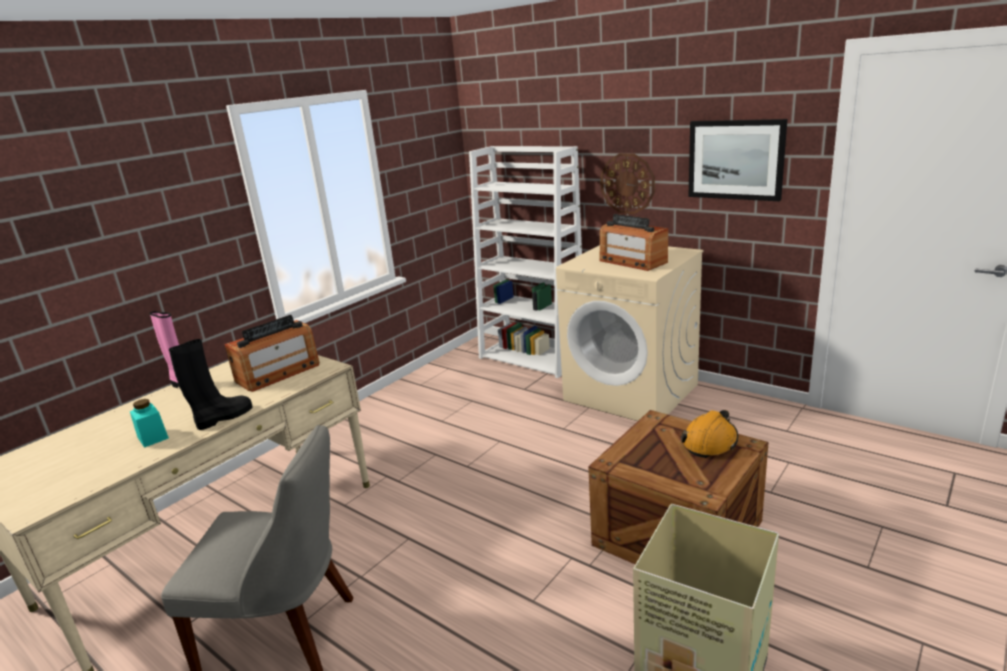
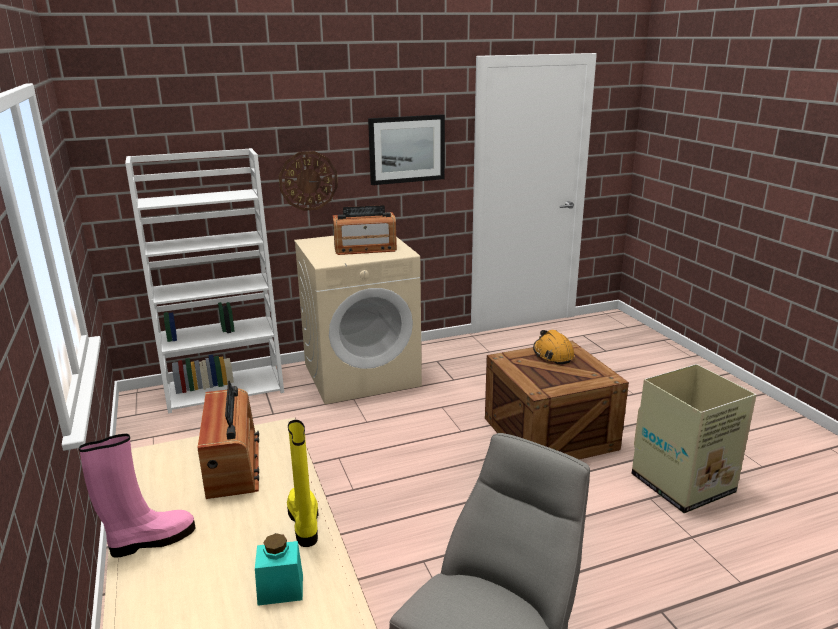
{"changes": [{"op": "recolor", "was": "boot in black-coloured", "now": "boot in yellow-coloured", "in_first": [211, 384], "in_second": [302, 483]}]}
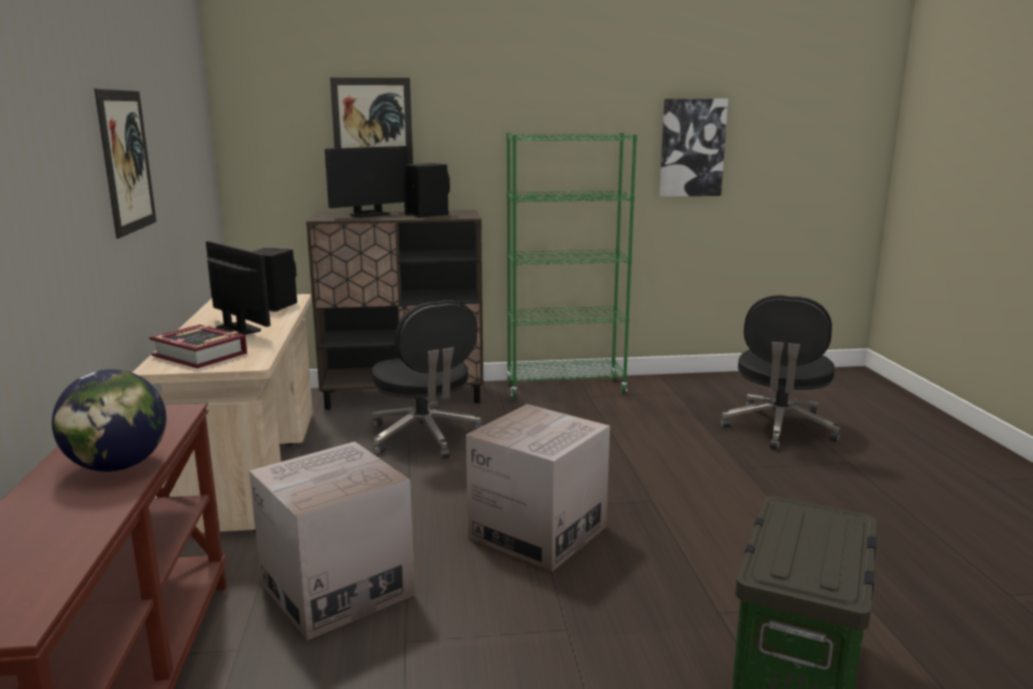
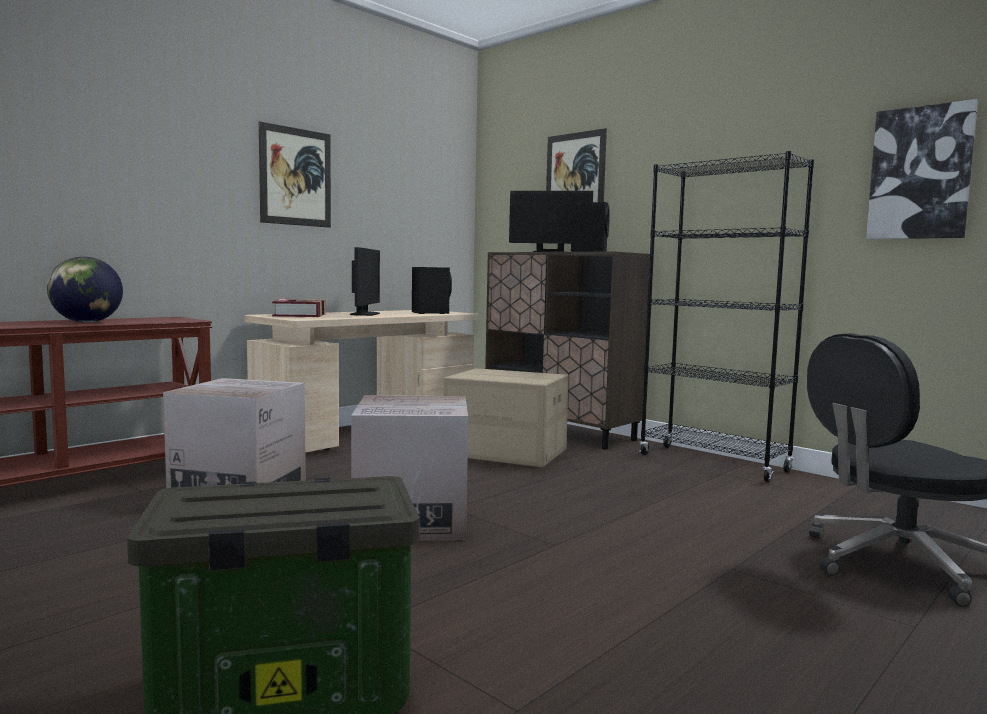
{"changes": [{"op": "replace", "was": "computer chair in black-coloured", "now": "packing box", "in_first": [427, 379], "in_second": [506, 417]}, {"op": "recolor", "was": "bookshelf in greenish", "now": "bookshelf in black-coloured", "in_first": [571, 265], "in_second": [726, 316]}]}
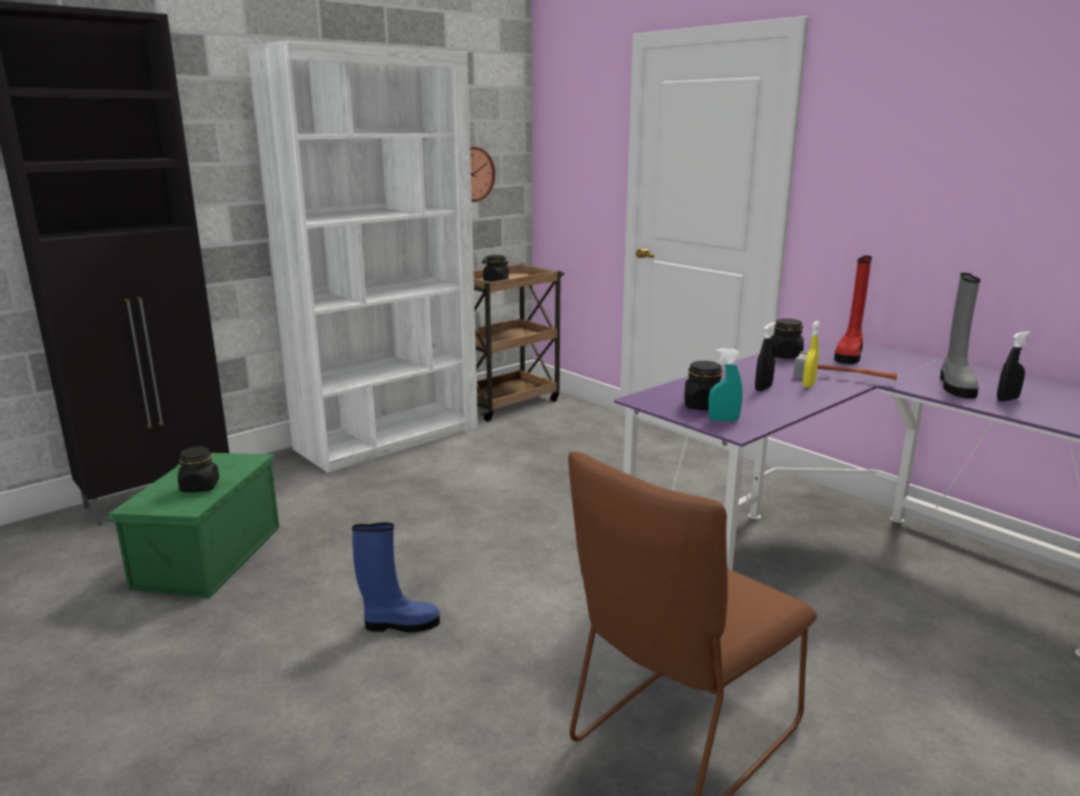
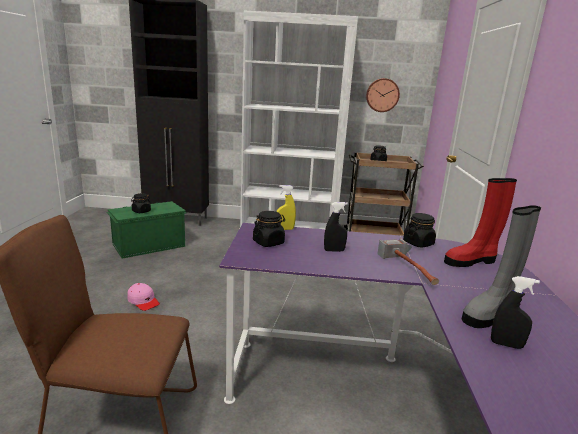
{"changes": [{"op": "delete", "was": "sprayer in turquoise-coloured", "in_first": [725, 384]}, {"op": "move", "was": "sprayer in yellow-coloured", "in_first": [811, 354], "in_second": [286, 207]}, {"op": "replace", "was": "boot in blue", "now": "baseball cap in pink-coloured", "in_first": [396, 577], "in_second": [143, 297]}]}
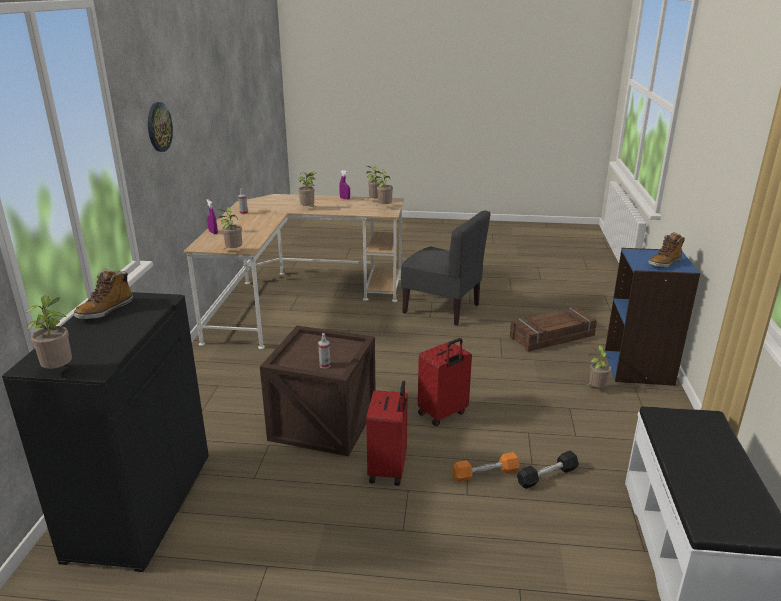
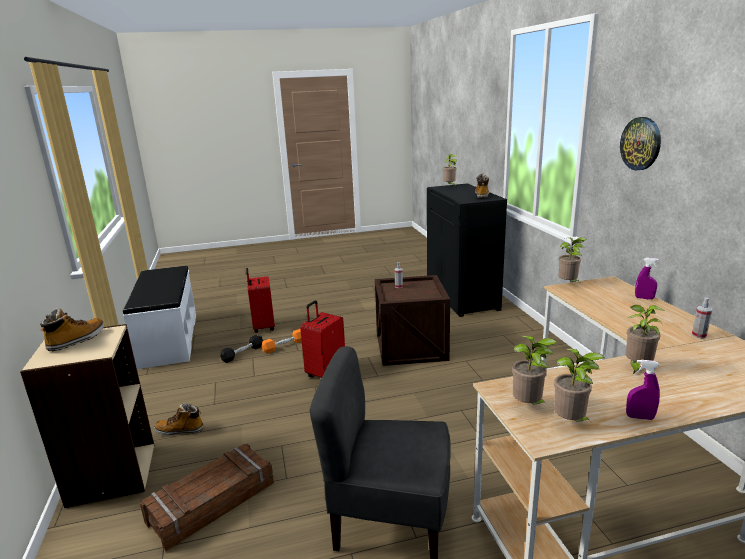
{"changes": [{"op": "move", "was": "suitcase in red-coloured", "in_first": [387, 433], "in_second": [260, 300]}, {"op": "replace", "was": "plant in a pot", "now": "boot", "in_first": [598, 366], "in_second": [179, 419]}, {"op": "recolor", "was": "bookshelf in blue", "now": "bookshelf in beige", "in_first": [652, 317], "in_second": [87, 416]}]}
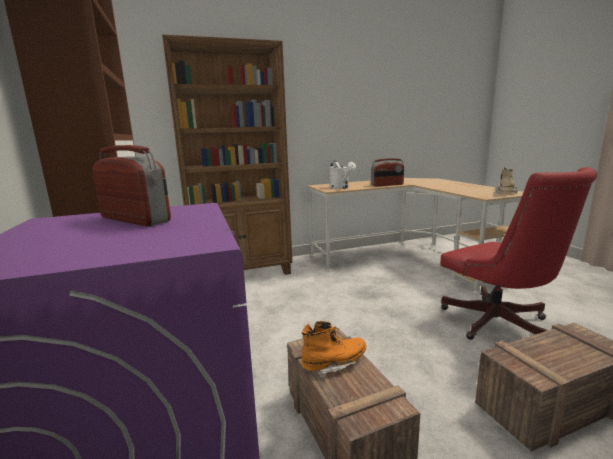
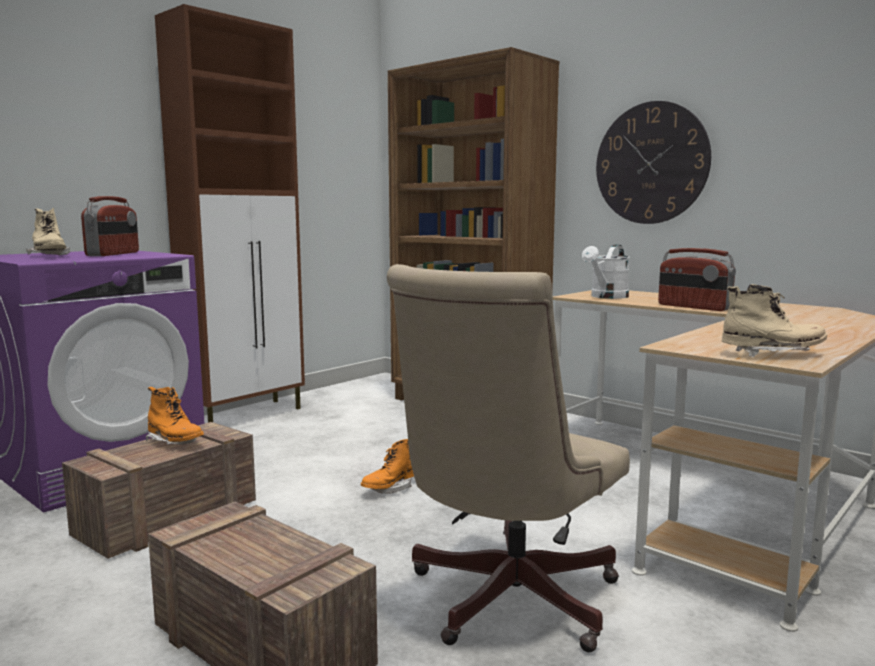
{"changes": [{"op": "insert", "now": "boot in beige", "in_second": [48, 231]}, {"op": "insert", "now": "boot in orange", "in_second": [387, 466]}, {"op": "insert", "now": "clock on the wall", "in_second": [653, 162]}, {"op": "recolor", "was": "computer chair in red-coloured", "now": "computer chair in beige", "in_first": [519, 253], "in_second": [508, 458]}]}
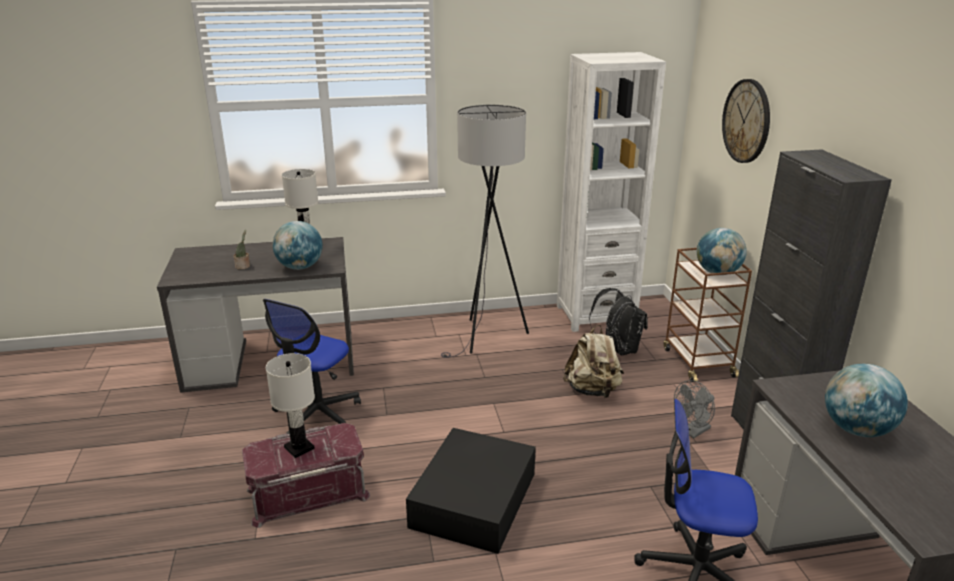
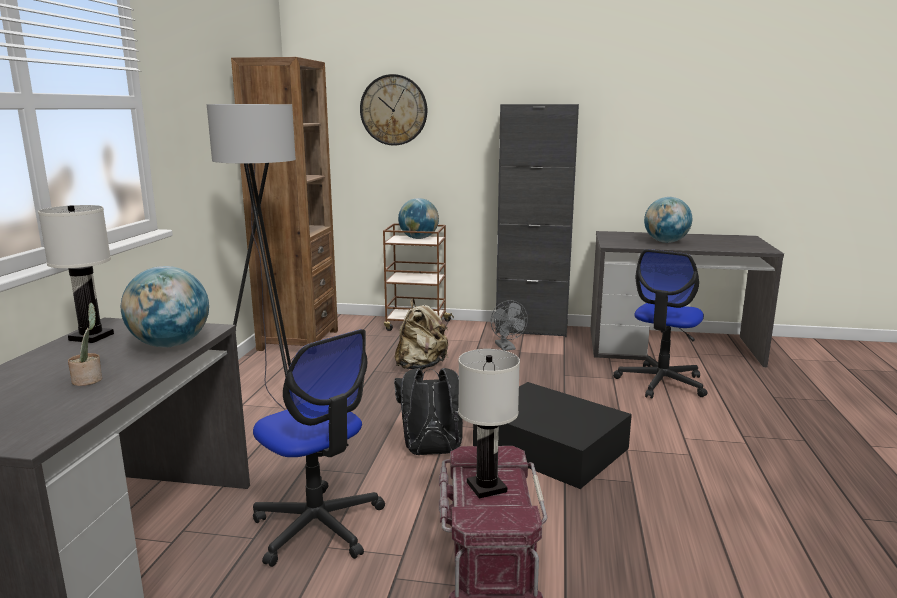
{"changes": [{"op": "move", "was": "backpack in black-coloured", "in_first": [618, 321], "in_second": [428, 411]}, {"op": "recolor", "was": "bookshelf in white-coloured", "now": "bookshelf in brown", "in_first": [611, 192], "in_second": [284, 204]}]}
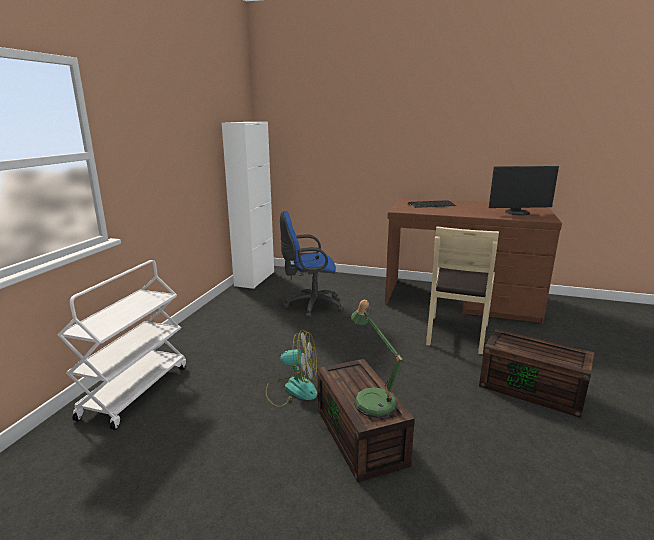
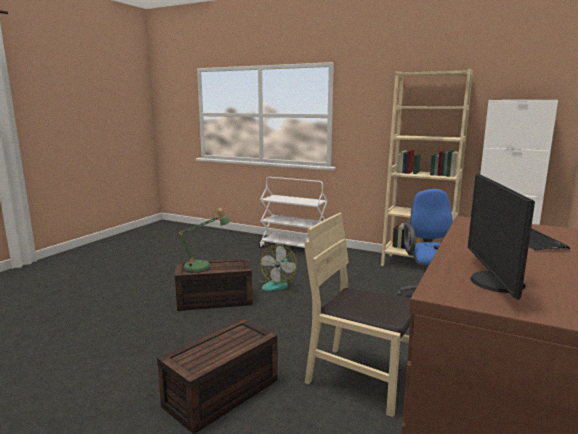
{"changes": [{"op": "insert", "now": "bookshelf in beige", "in_second": [427, 167]}]}
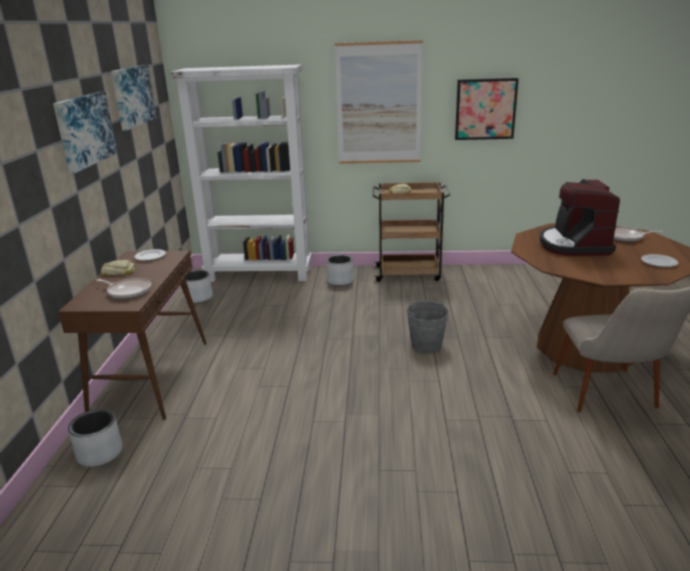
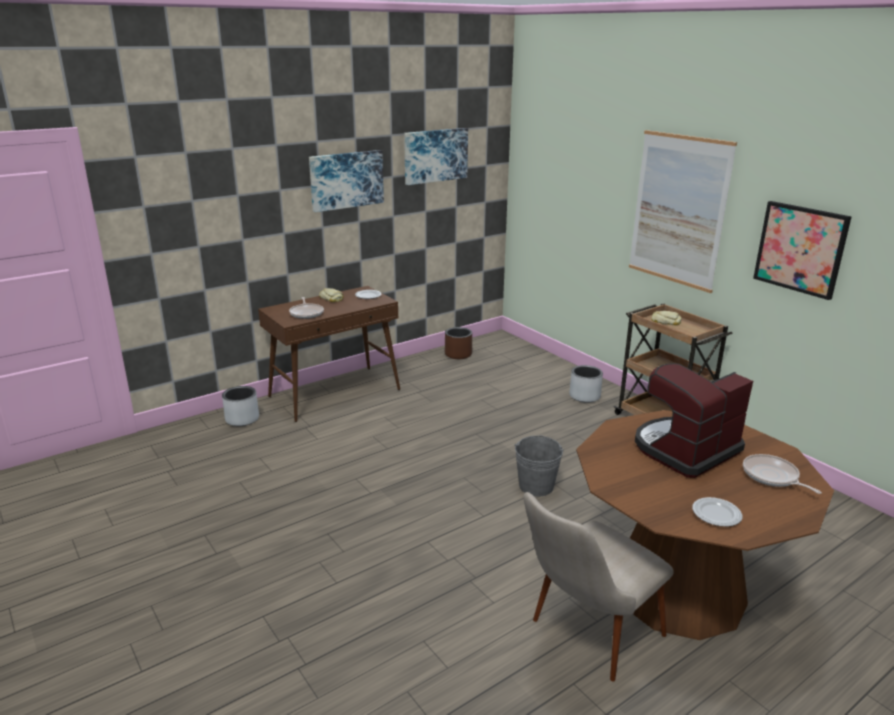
{"changes": [{"op": "delete", "was": "bookshelf in white-coloured", "in_first": [241, 173]}, {"op": "recolor", "was": "flower pot in gray", "now": "flower pot in brown", "in_first": [198, 286], "in_second": [458, 343]}]}
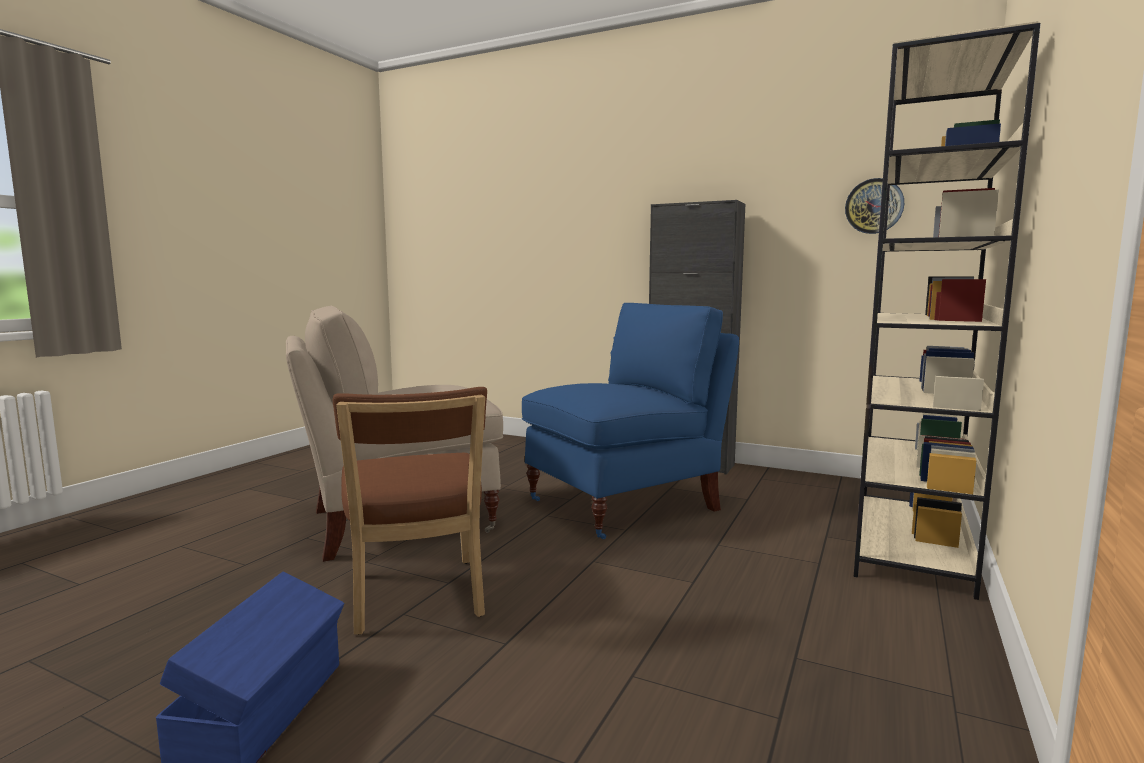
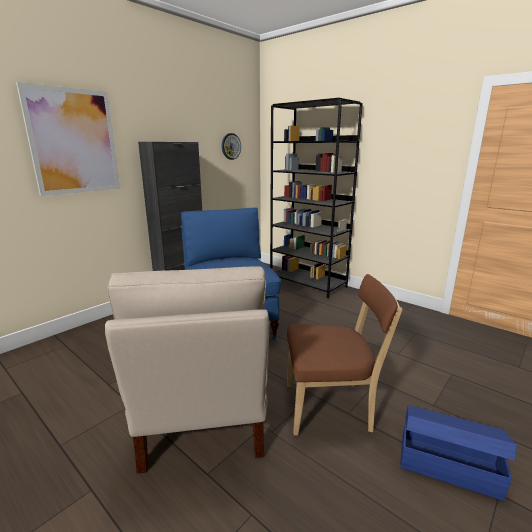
{"changes": [{"op": "insert", "now": "wall picture", "in_second": [68, 139]}, {"op": "recolor", "was": "bookshelf in beige", "now": "bookshelf in black-coloured", "in_first": [947, 310], "in_second": [316, 198]}]}
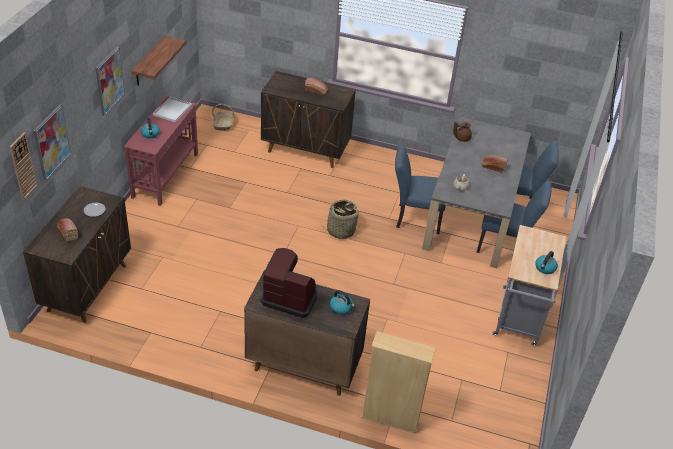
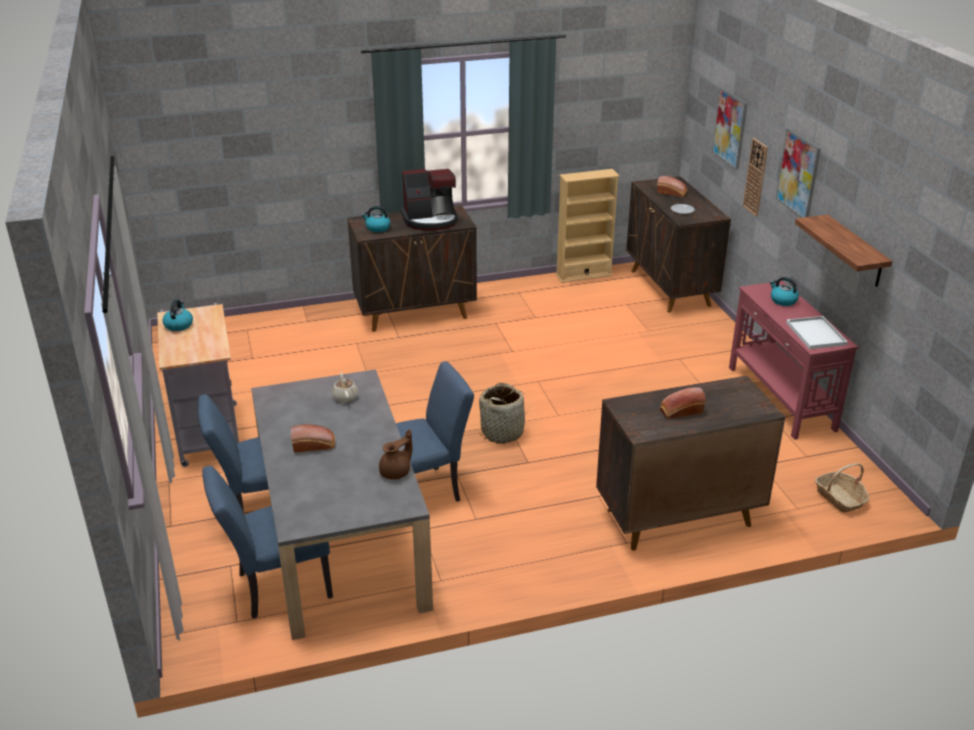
{"changes": [{"op": "move", "was": "clock on the wall", "in_first": [24, 166], "in_second": [755, 177]}, {"op": "move", "was": "bookshelf in beige", "in_first": [398, 382], "in_second": [588, 226]}]}
